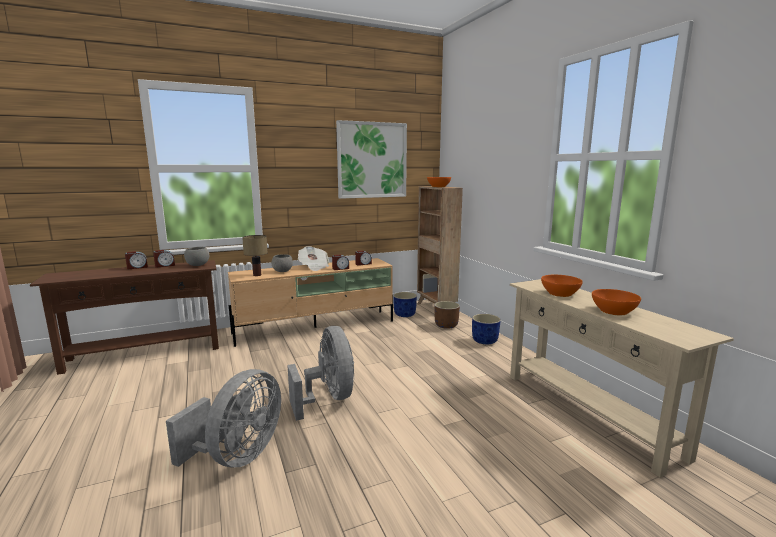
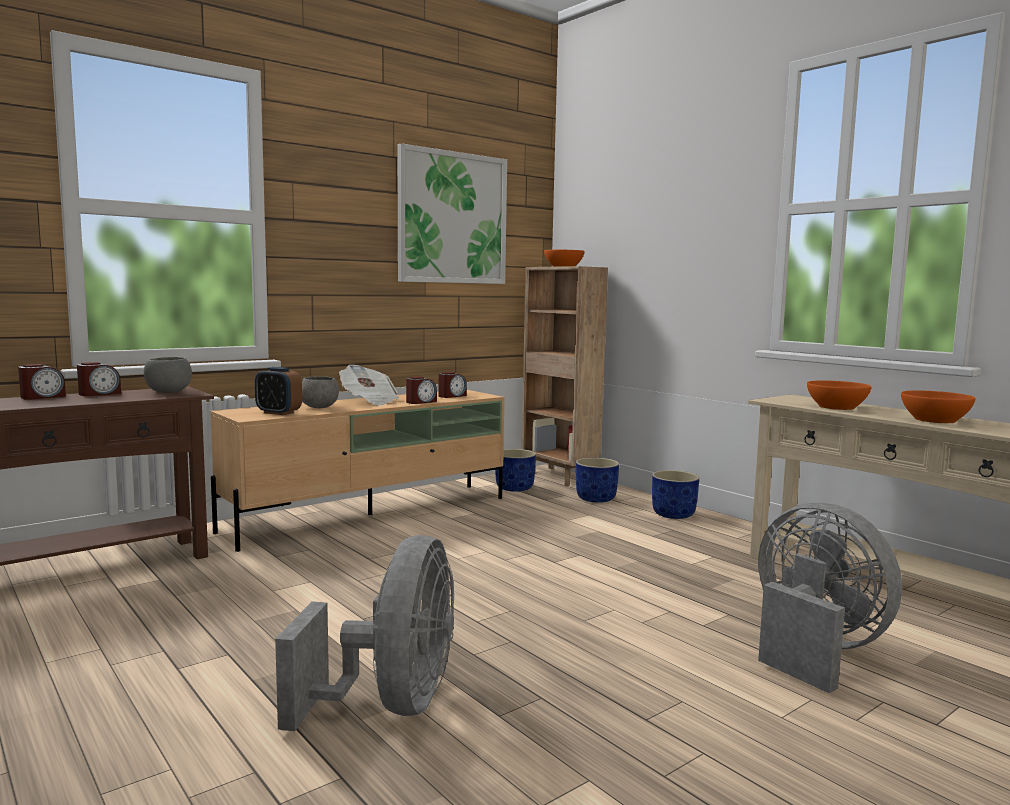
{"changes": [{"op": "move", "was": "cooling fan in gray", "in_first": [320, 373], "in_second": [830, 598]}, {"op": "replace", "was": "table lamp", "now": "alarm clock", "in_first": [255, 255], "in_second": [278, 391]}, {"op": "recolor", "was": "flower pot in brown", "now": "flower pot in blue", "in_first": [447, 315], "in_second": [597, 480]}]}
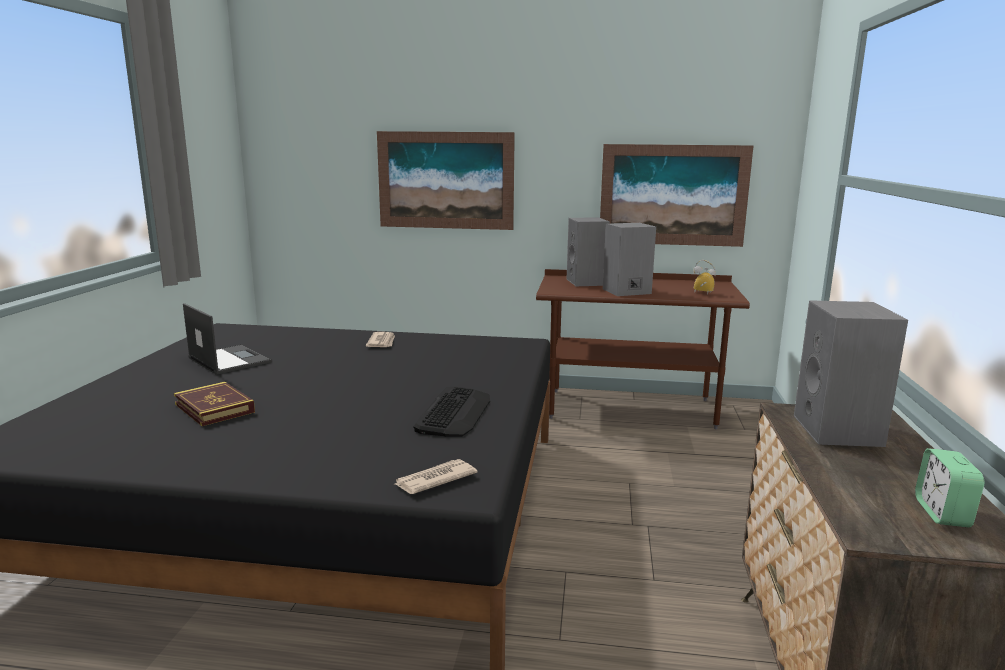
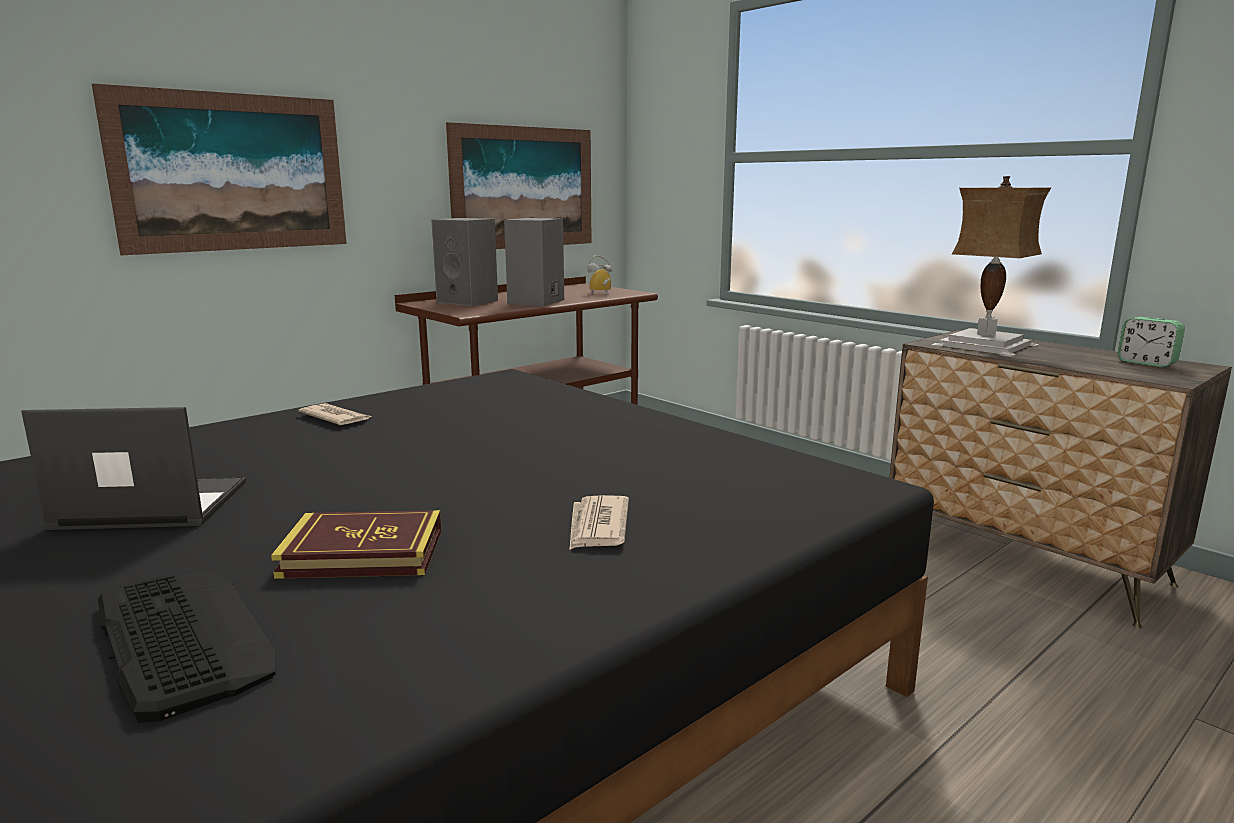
{"changes": [{"op": "move", "was": "printed paper", "in_first": [436, 476], "in_second": [599, 522]}, {"op": "move", "was": "PC keyboard", "in_first": [451, 412], "in_second": [187, 647]}, {"op": "replace", "was": "audio speaker in gray", "now": "table lamp", "in_first": [851, 373], "in_second": [991, 266]}]}
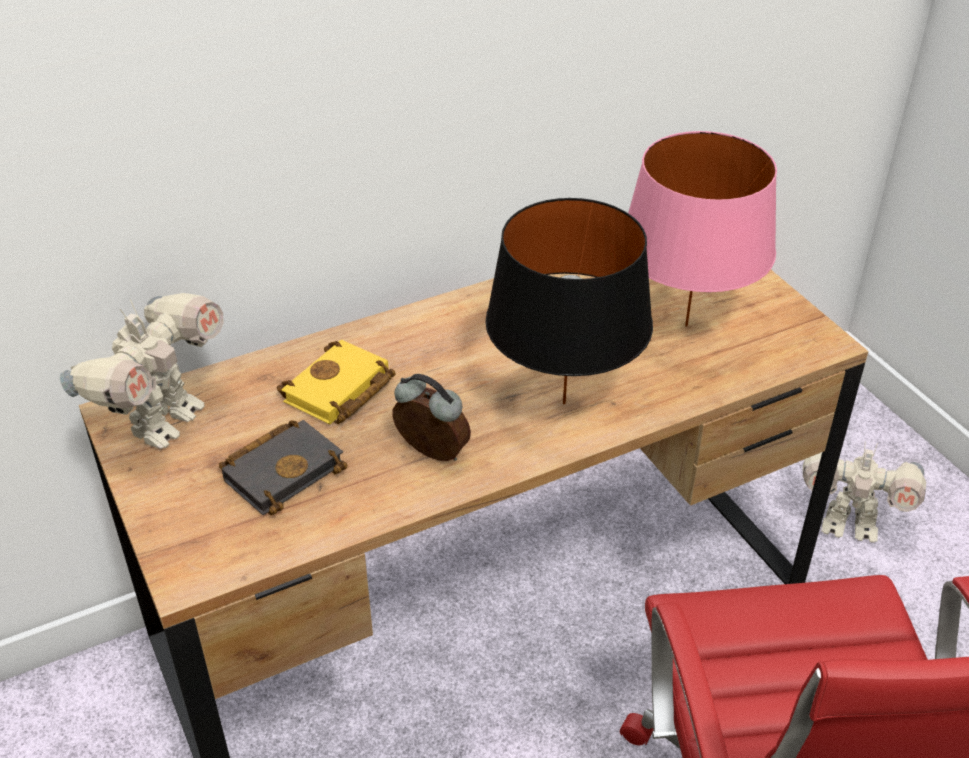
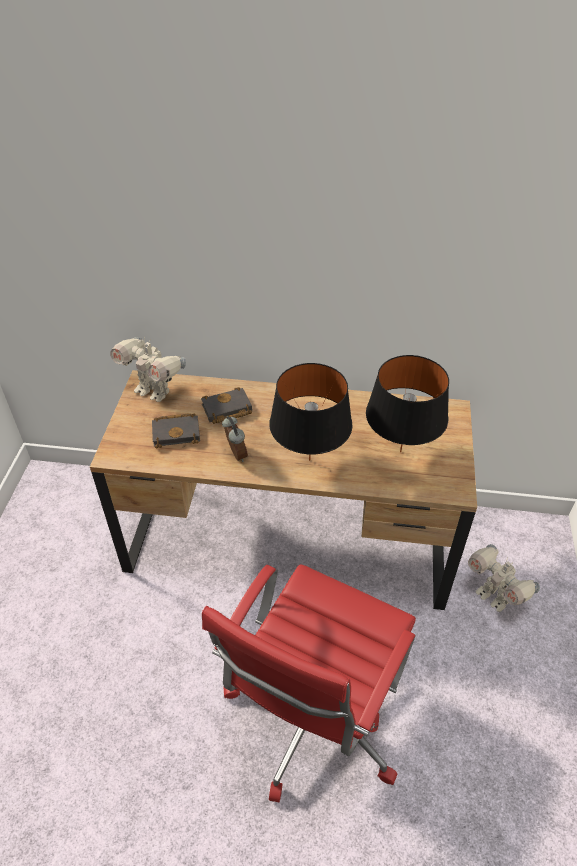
{"changes": [{"op": "recolor", "was": "bound book in yellow-coloured", "now": "bound book in black-coloured", "in_first": [336, 382], "in_second": [226, 405]}, {"op": "recolor", "was": "table lamp in pink-coloured", "now": "table lamp in black-coloured", "in_first": [702, 229], "in_second": [407, 403]}, {"op": "rotate", "was": "model robot", "in_first": [141, 371], "in_second": [148, 369], "clockwise": 60}]}
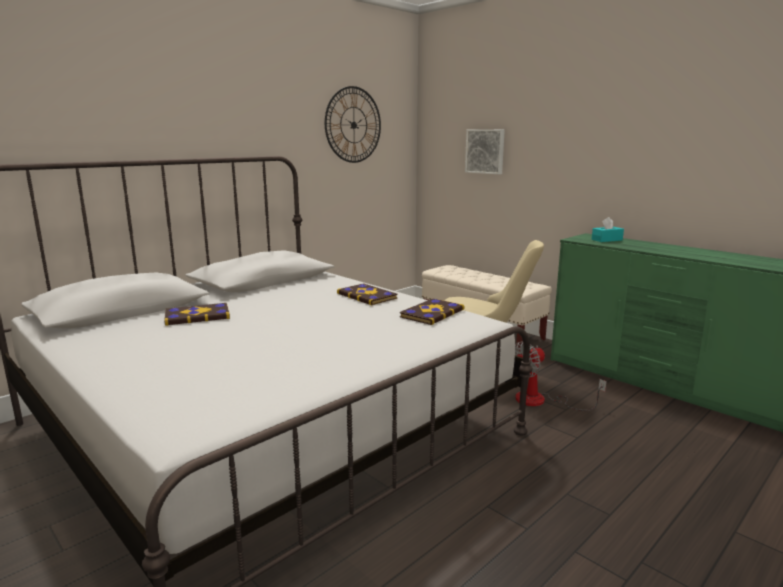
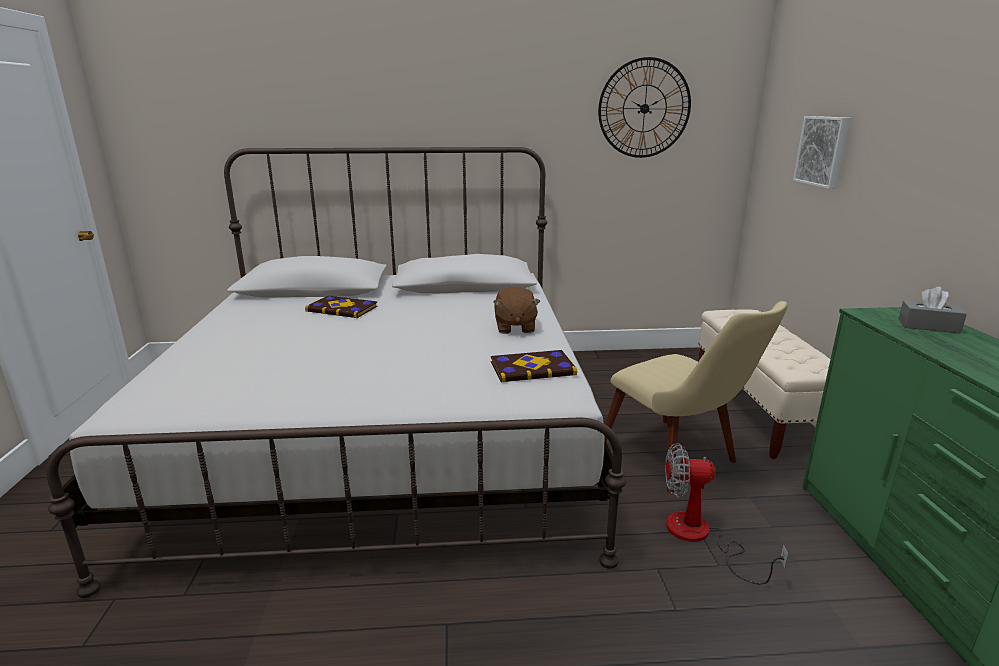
{"changes": [{"op": "replace", "was": "bound book", "now": "plush toy in brown", "in_first": [367, 294], "in_second": [517, 310]}, {"op": "recolor", "was": "tissue holder in turquoise-coloured", "now": "tissue holder in gray", "in_first": [608, 229], "in_second": [932, 310]}]}
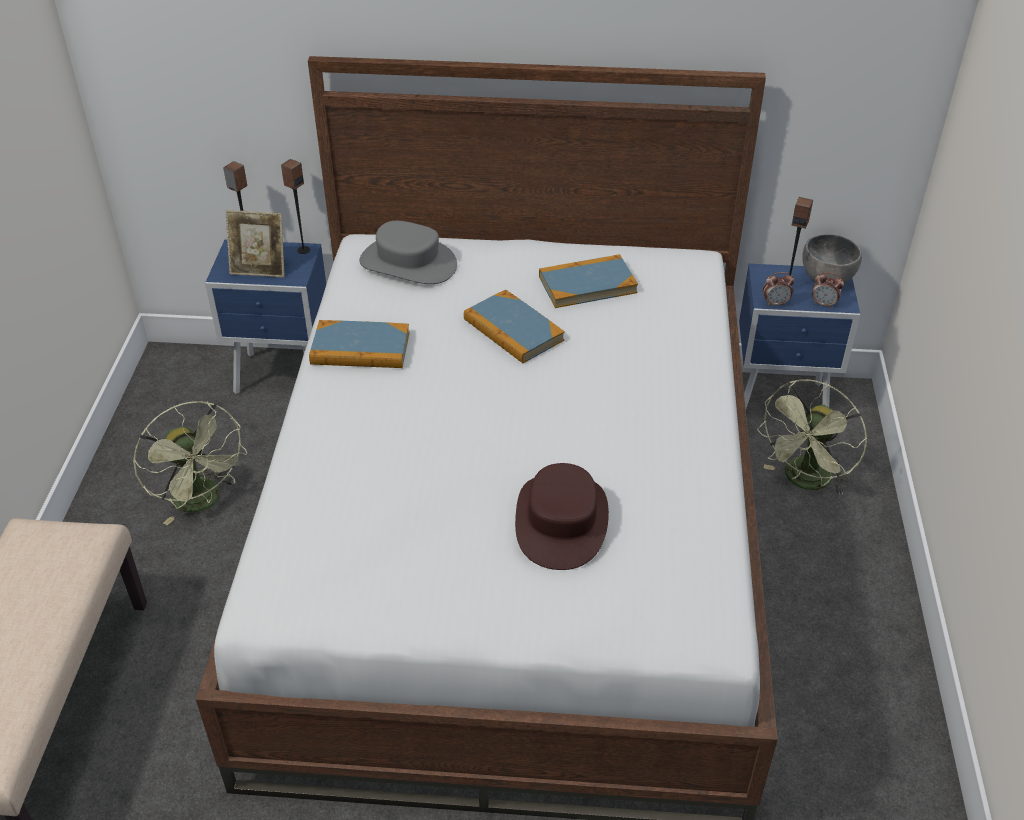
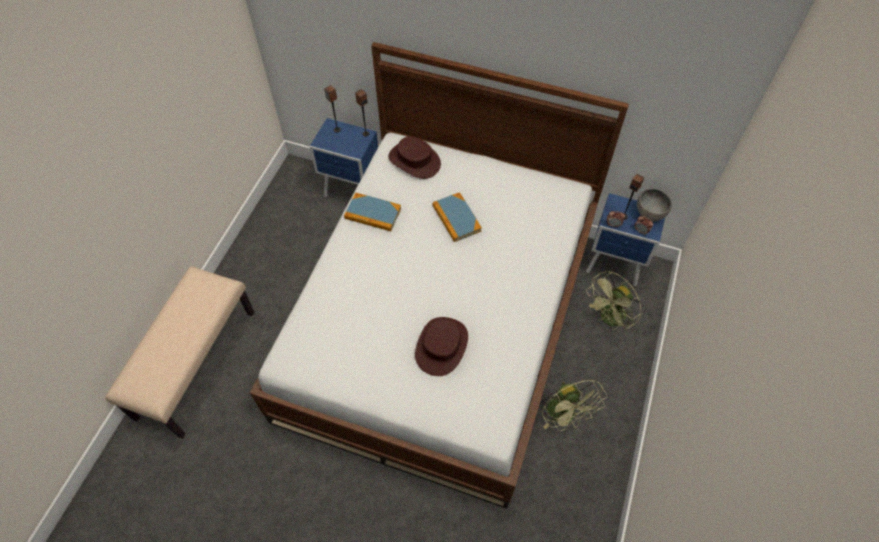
{"changes": [{"op": "delete", "was": "photo frame", "in_first": [255, 243]}, {"op": "delete", "was": "bound book", "in_first": [588, 281]}, {"op": "move", "was": "cooling fan in greenish", "in_first": [190, 463], "in_second": [574, 405]}, {"op": "recolor", "was": "clothing hat in gray", "now": "clothing hat in brown", "in_first": [408, 252], "in_second": [414, 157]}]}
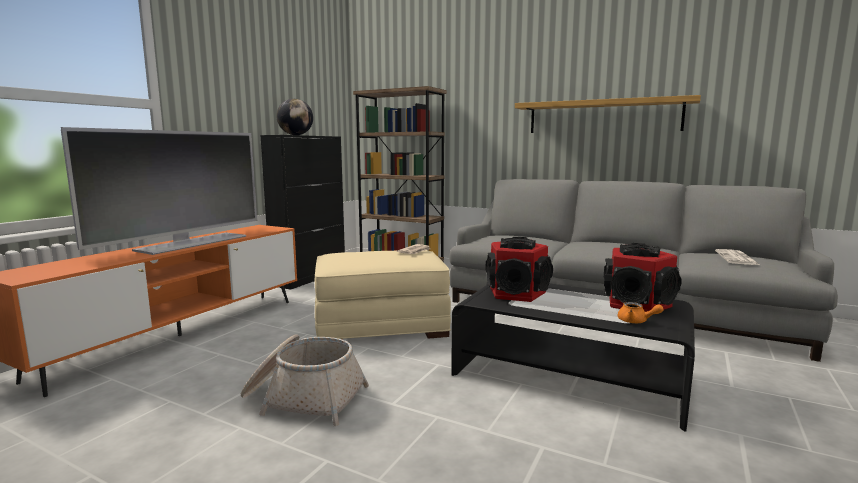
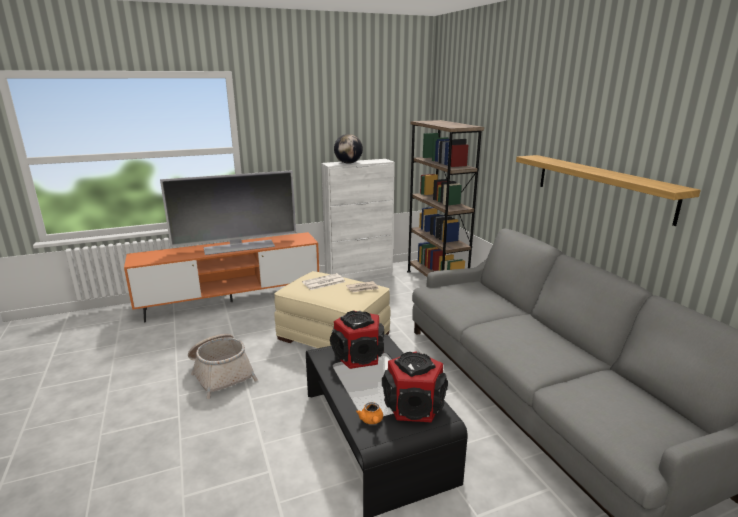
{"changes": [{"op": "move", "was": "printed paper", "in_first": [737, 257], "in_second": [323, 281]}, {"op": "recolor", "was": "storage cabinet in black-coloured", "now": "storage cabinet in white-coloured", "in_first": [302, 212], "in_second": [358, 219]}]}
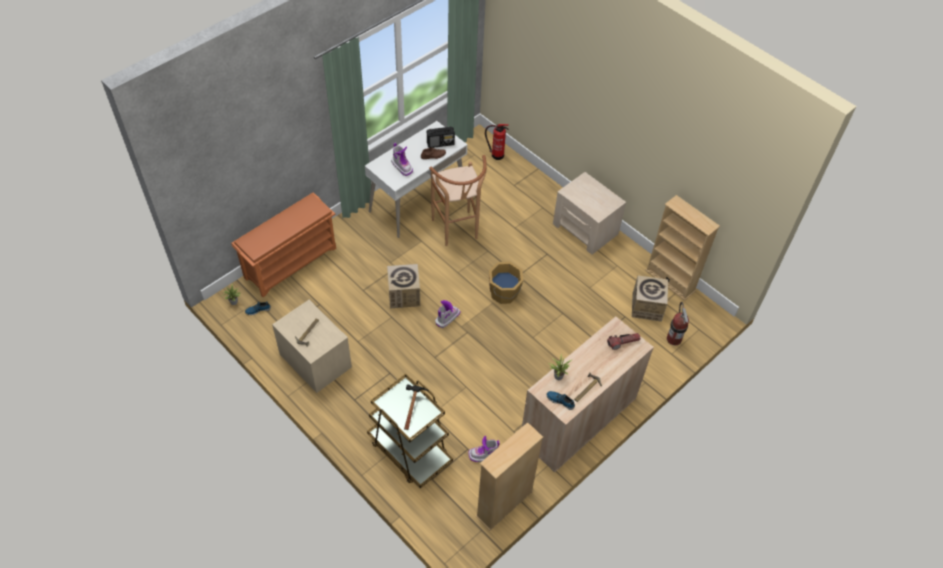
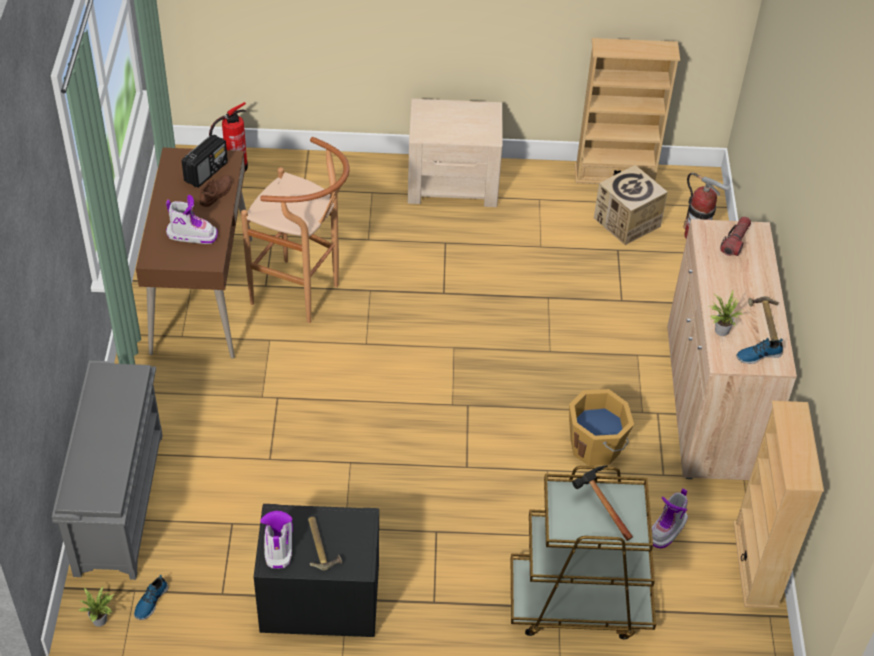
{"changes": [{"op": "delete", "was": "packing box", "in_first": [403, 286]}, {"op": "move", "was": "boot", "in_first": [447, 314], "in_second": [276, 540]}, {"op": "move", "was": "bucket in orange", "in_first": [506, 282], "in_second": [601, 427]}, {"op": "recolor", "was": "shoe rack in orange", "now": "shoe rack in gray", "in_first": [283, 244], "in_second": [107, 470]}, {"op": "recolor", "was": "bedside table in beige", "now": "bedside table in black-coloured", "in_first": [312, 346], "in_second": [316, 570]}, {"op": "recolor", "was": "desk table in white-coloured", "now": "desk table in brown", "in_first": [416, 179], "in_second": [194, 253]}]}
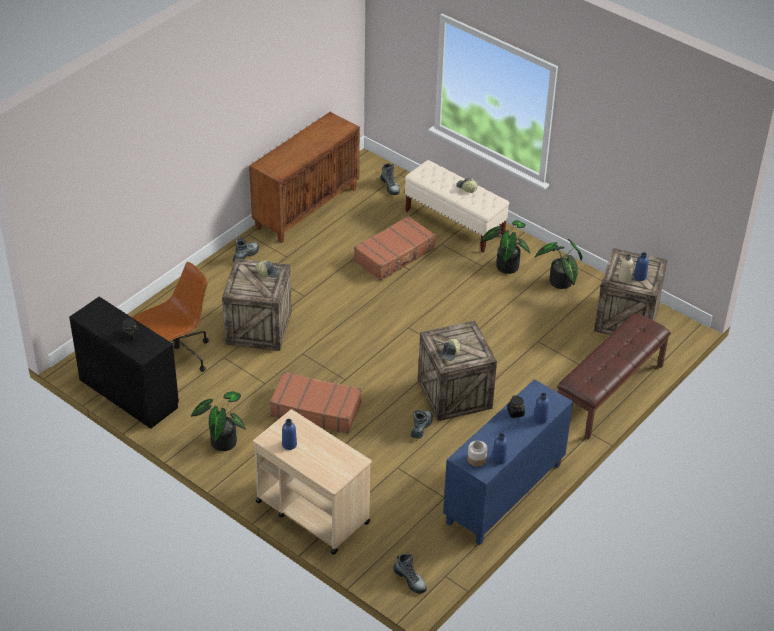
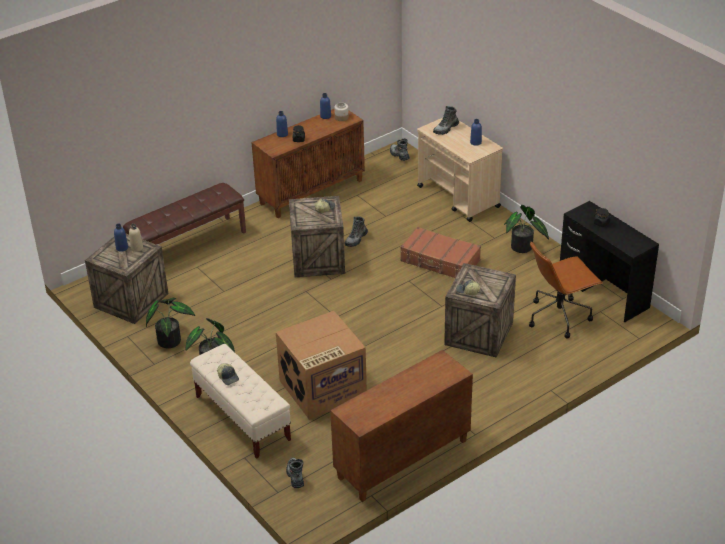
{"changes": [{"op": "move", "was": "boot", "in_first": [246, 249], "in_second": [446, 120]}, {"op": "replace", "was": "suitcase in brown", "now": "packing box", "in_first": [394, 248], "in_second": [321, 365]}, {"op": "recolor", "was": "storage cabinet in blue", "now": "storage cabinet in brown", "in_first": [508, 462], "in_second": [308, 163]}]}
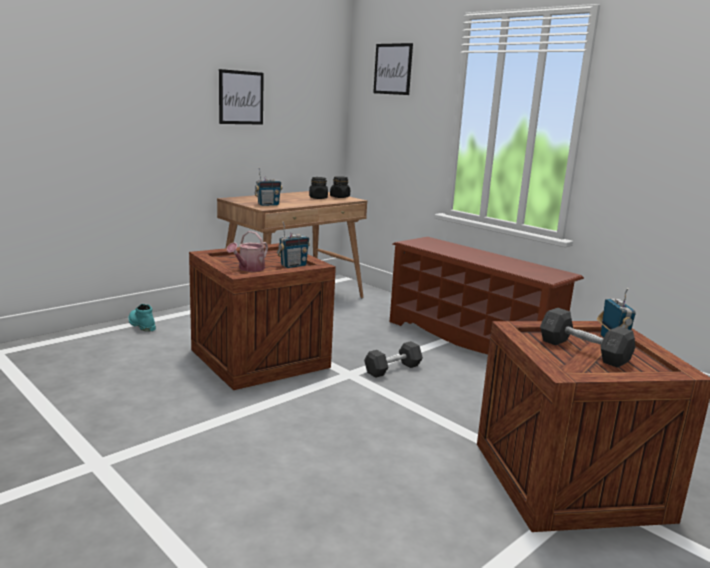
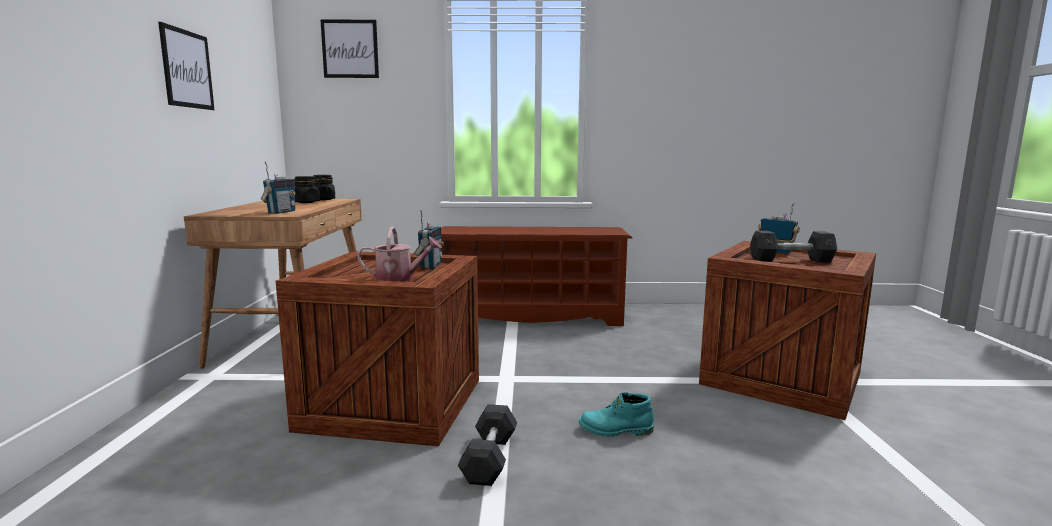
{"changes": [{"op": "move", "was": "boot in turquoise-coloured", "in_first": [142, 318], "in_second": [616, 414]}, {"op": "move", "was": "dumbbell in gray", "in_first": [393, 359], "in_second": [487, 445]}, {"op": "rotate", "was": "sprinkling can", "in_first": [247, 251], "in_second": [399, 254], "clockwise": -75}]}
